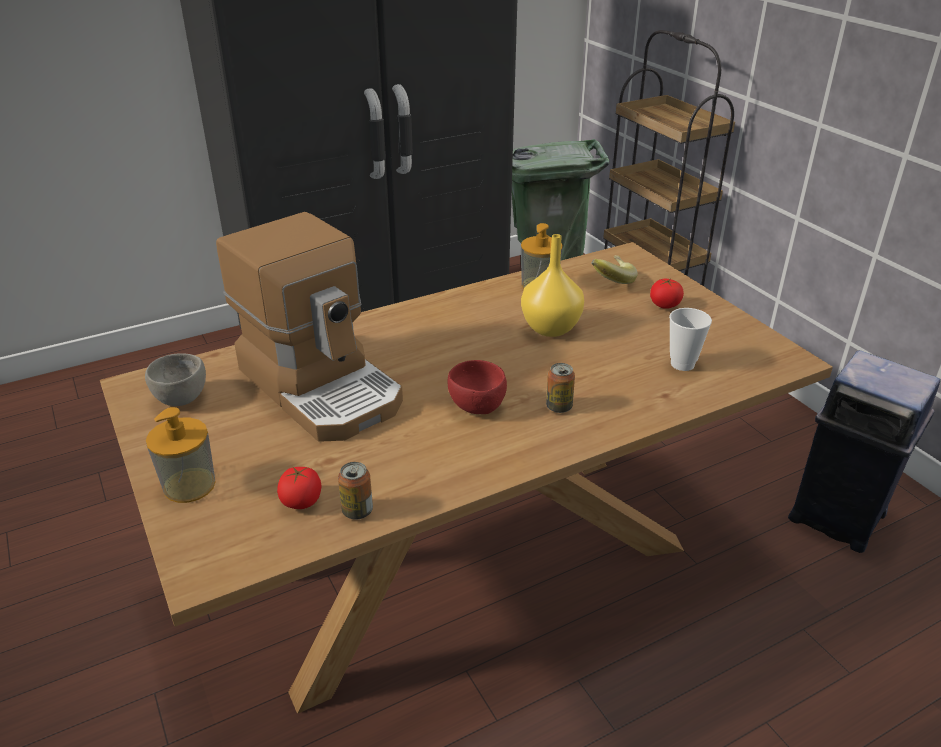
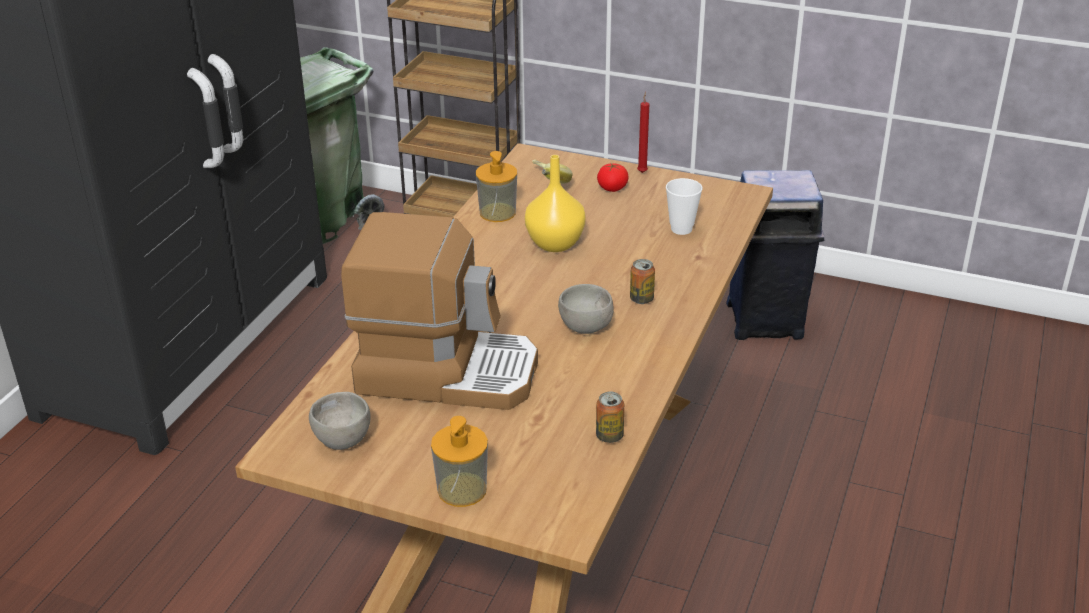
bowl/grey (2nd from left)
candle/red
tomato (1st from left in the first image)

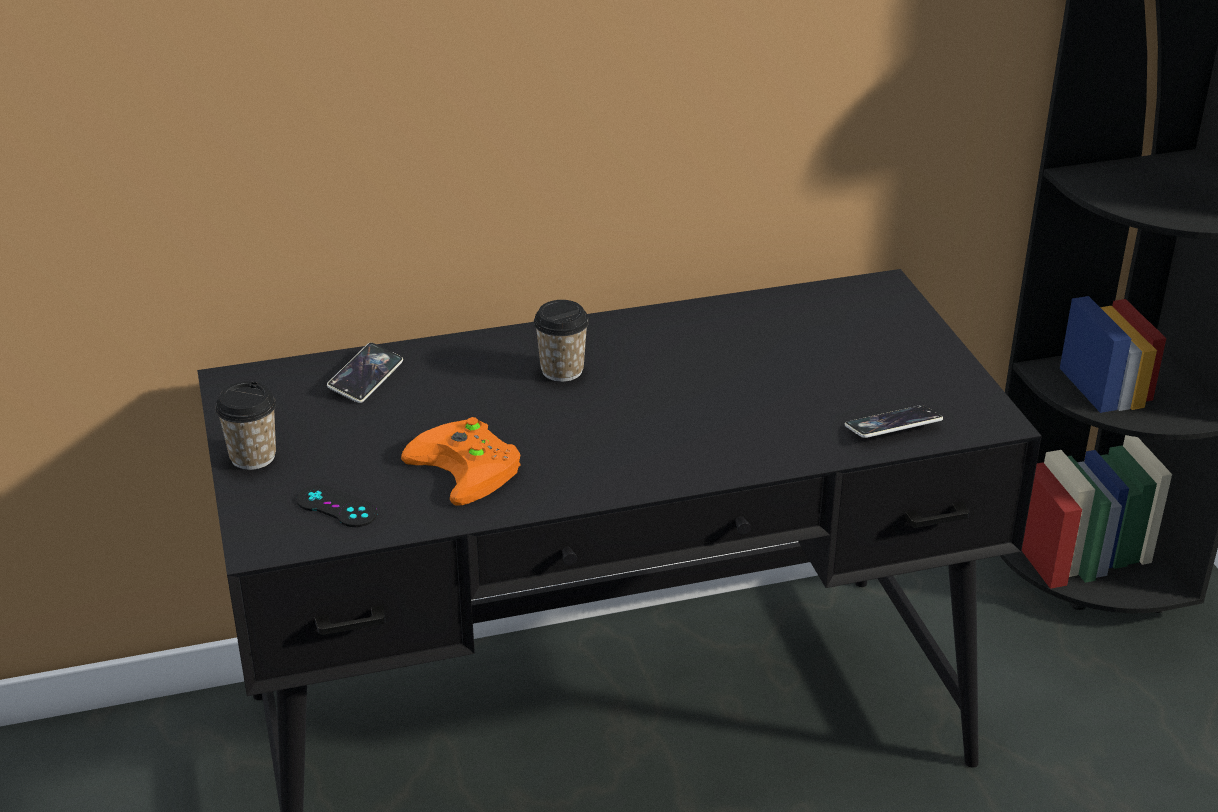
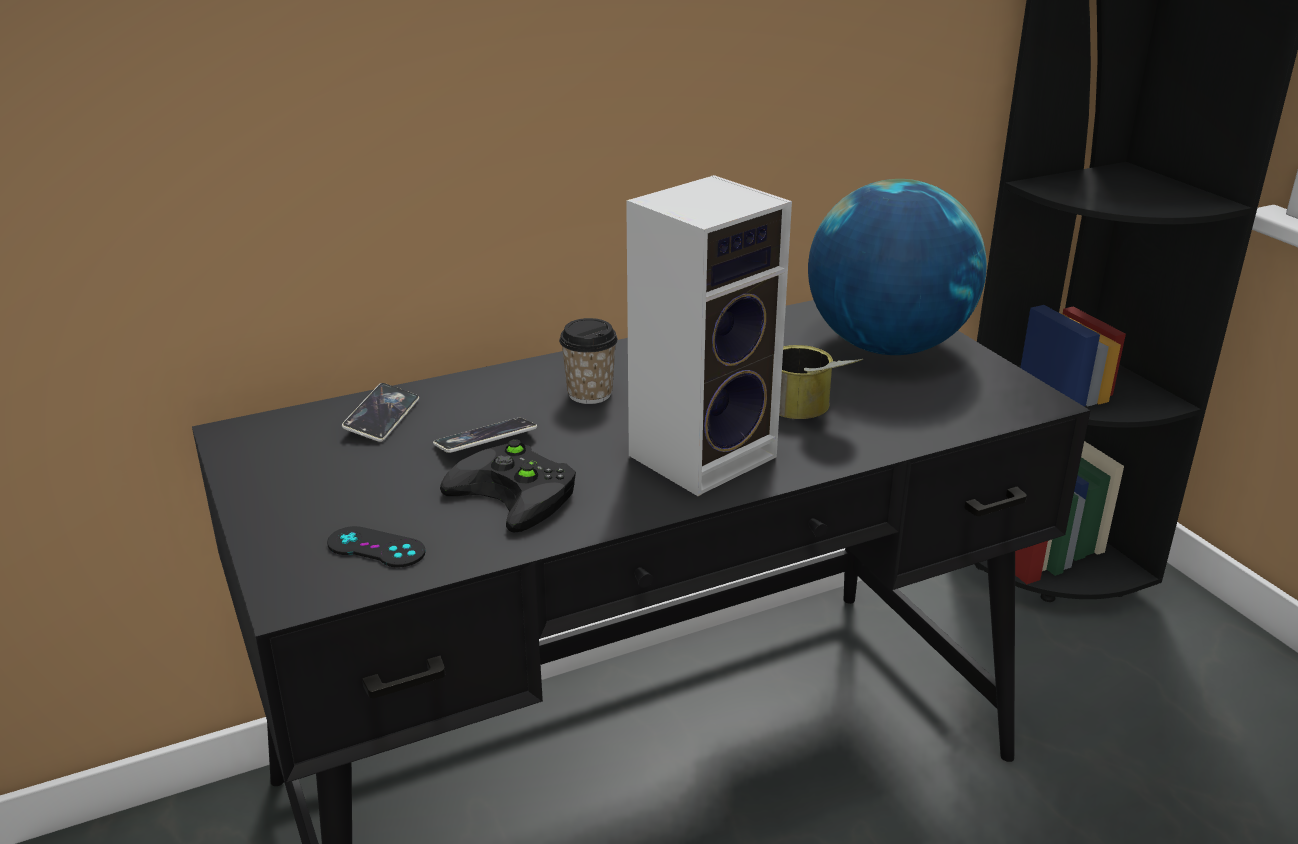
phone (2nd from left)
game controller/black (2nd from left)
speaker
can
globe
cup (1st from left in the first image)

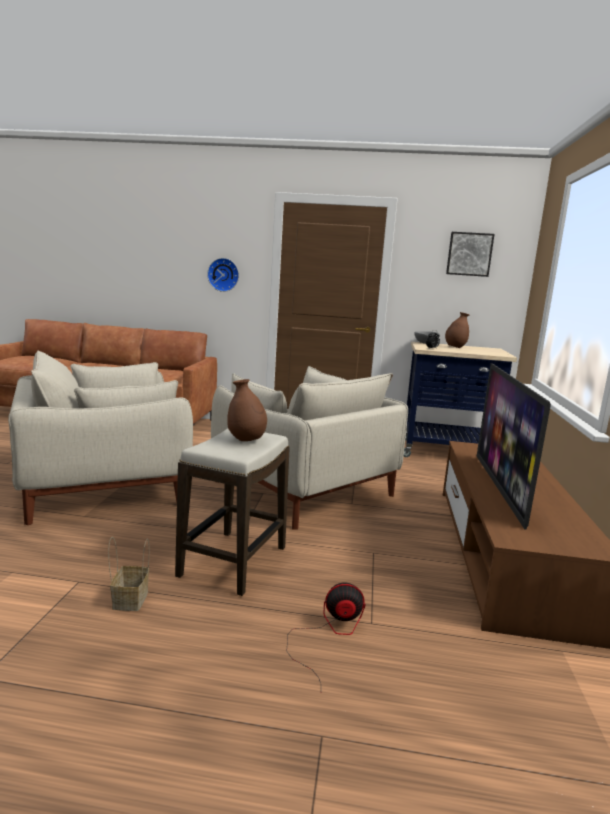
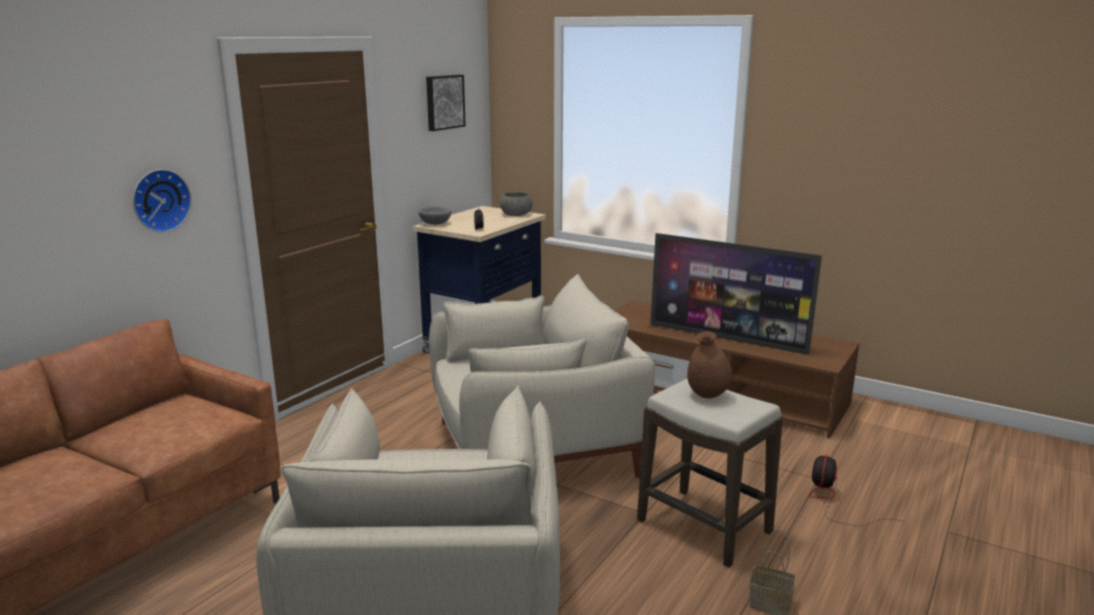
bowl/grey (2nd from left)
vase/brown (2nd from left in the first image)

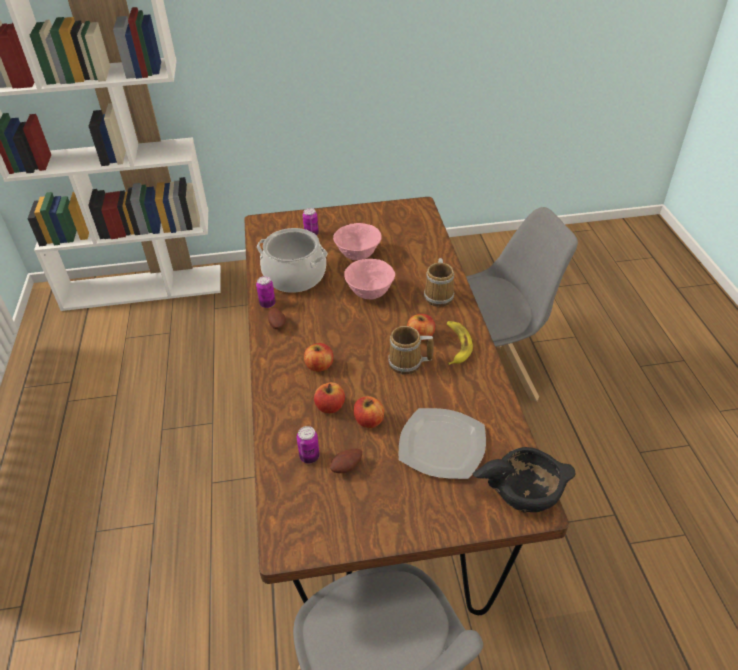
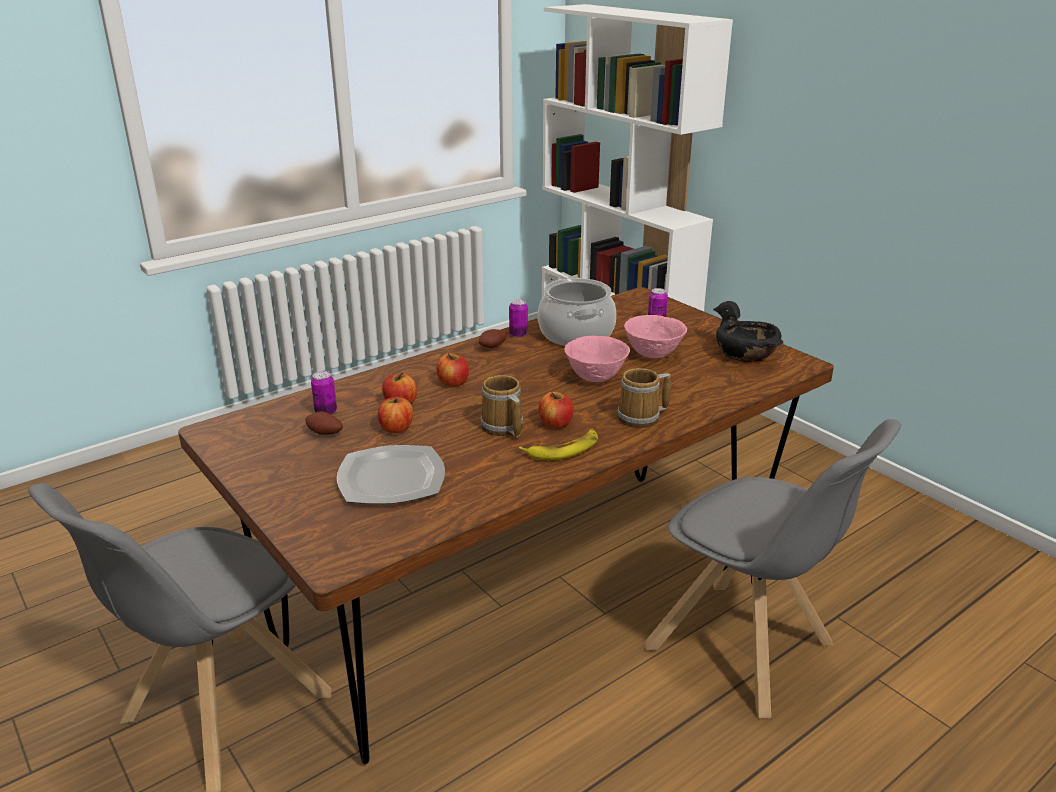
bowl/black

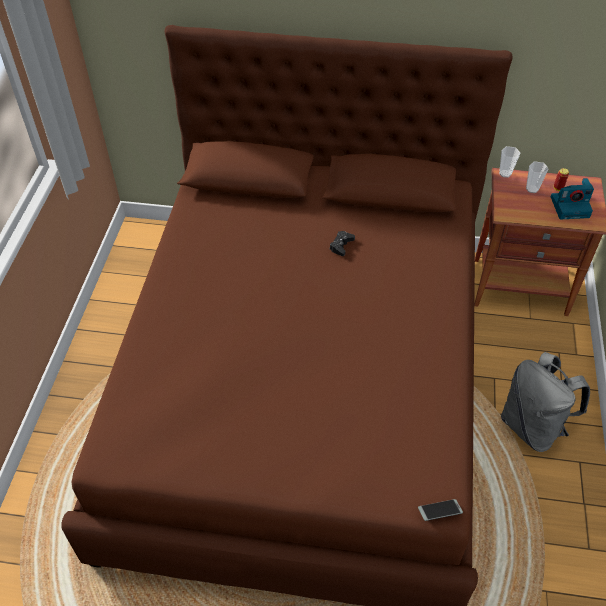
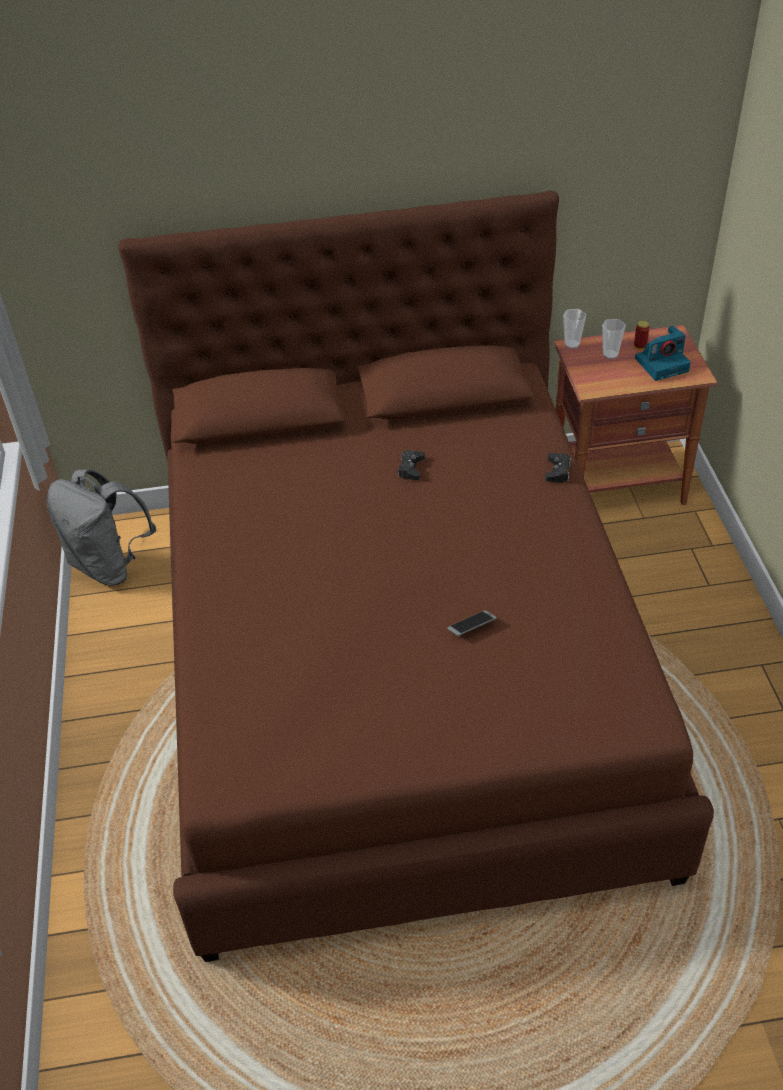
backpack/grey
phone
game controller/black (2nd from left)

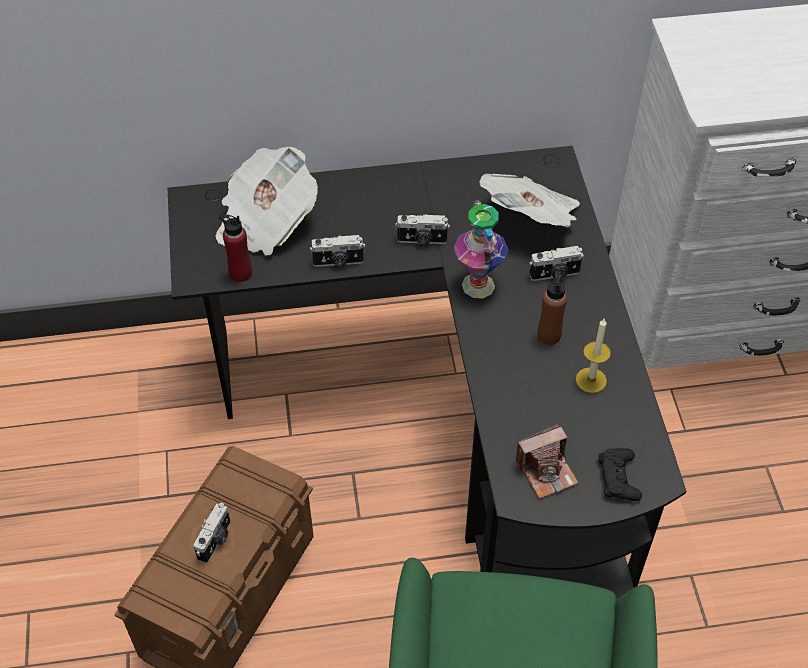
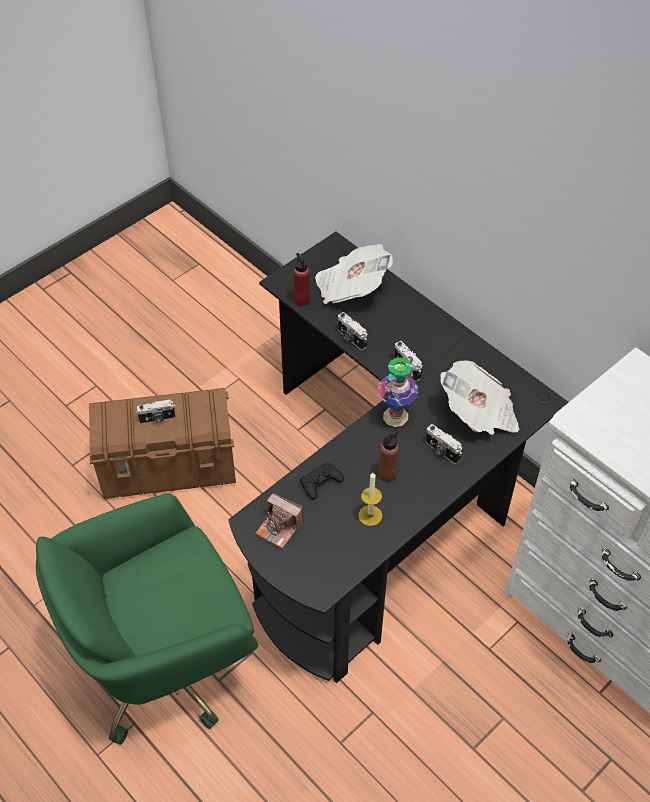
game controller/black

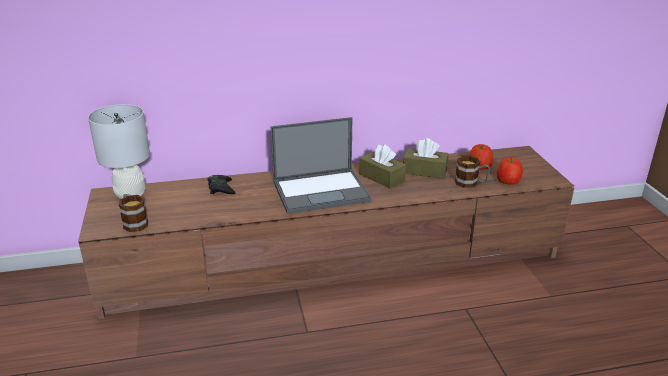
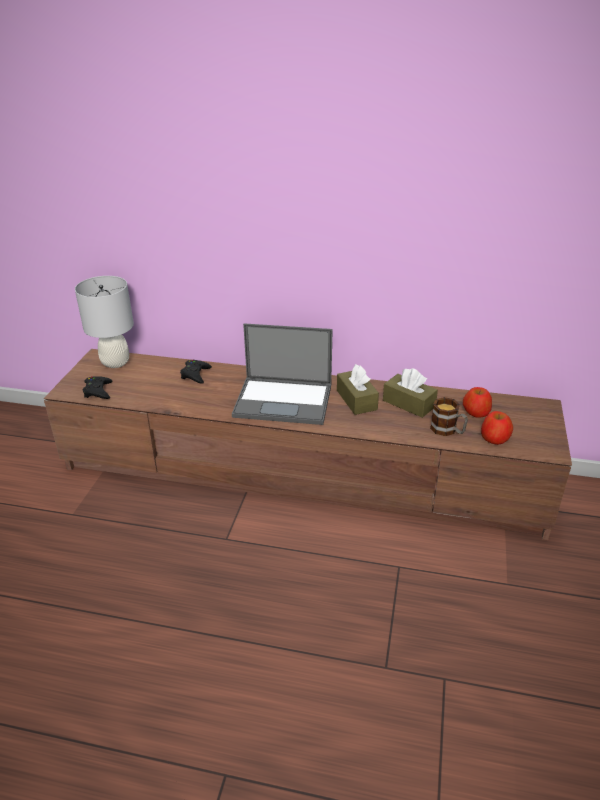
game controller/black (1st from left)

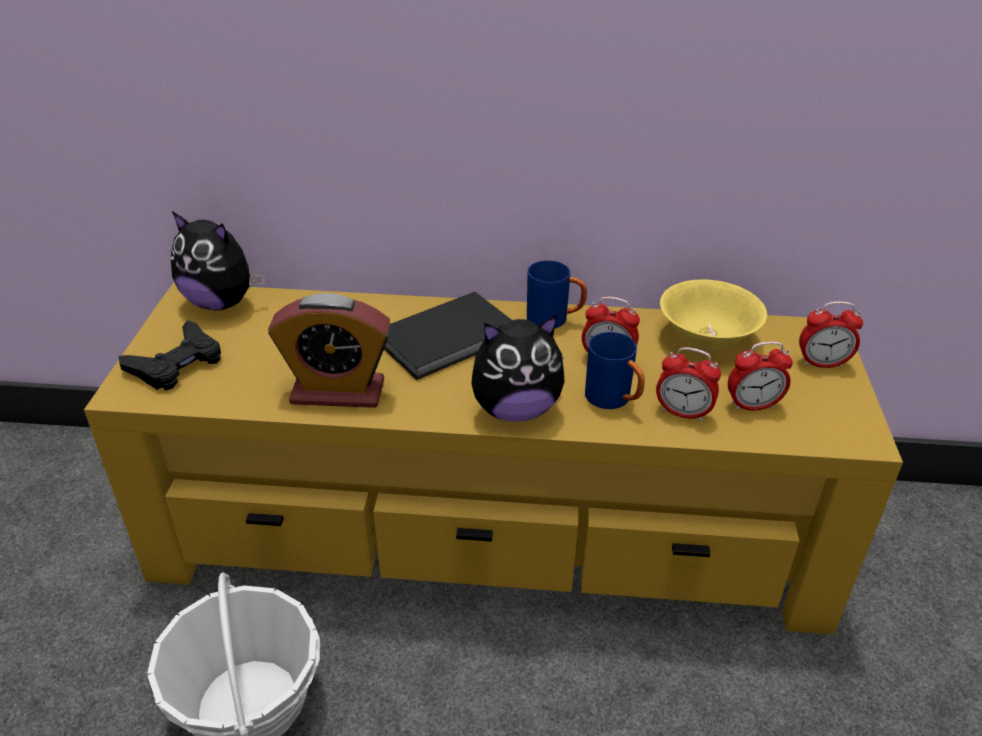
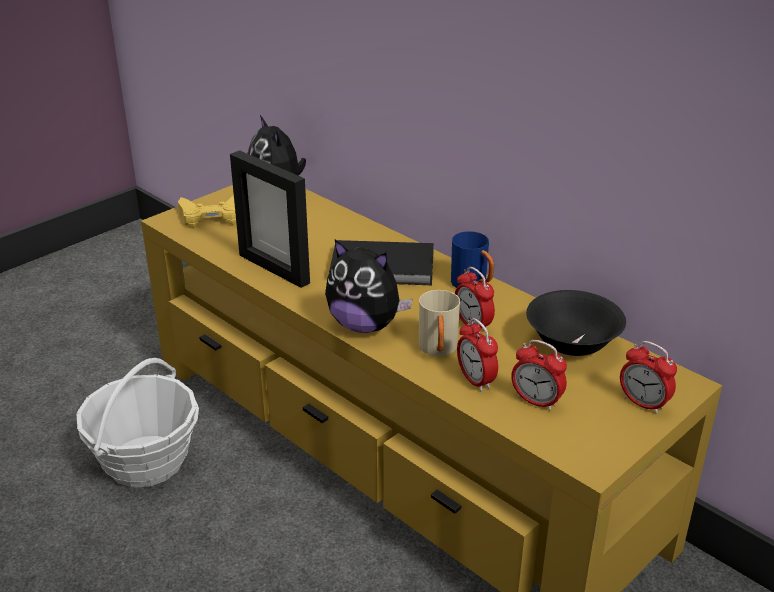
game controller/yellow
picture frame
mug/beige
bowl/black

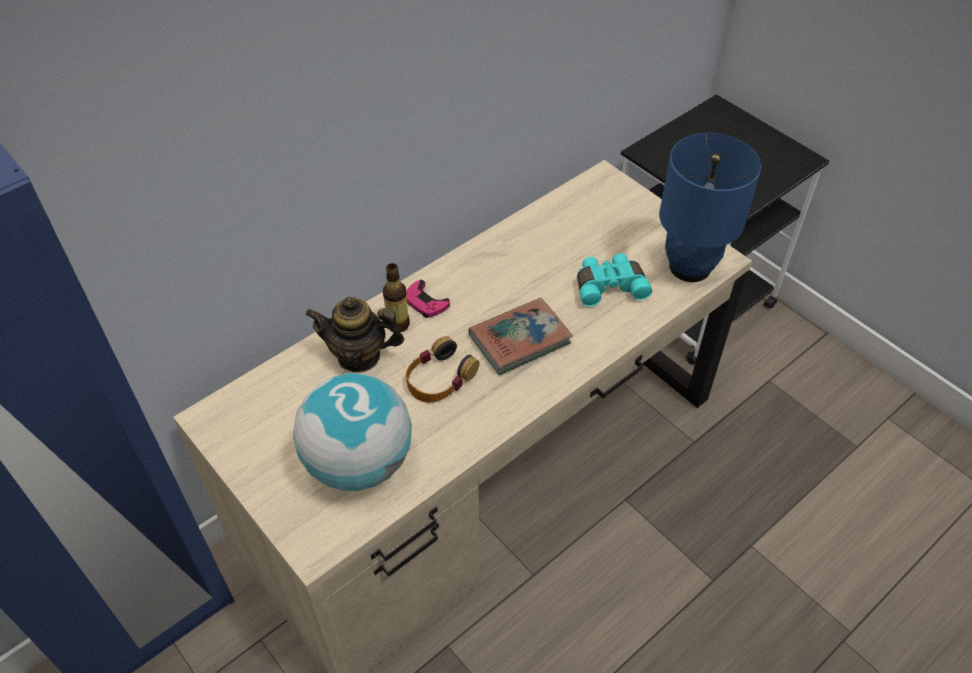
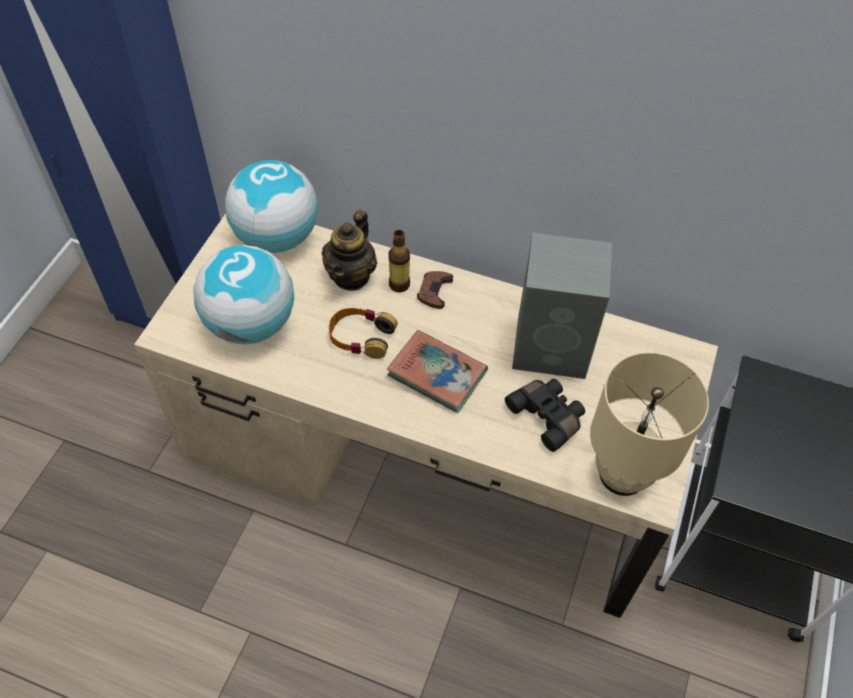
globe (2nd from left)
teapot
game controller/brown
binoculars/black
speaker/grey
table lamp/beige

